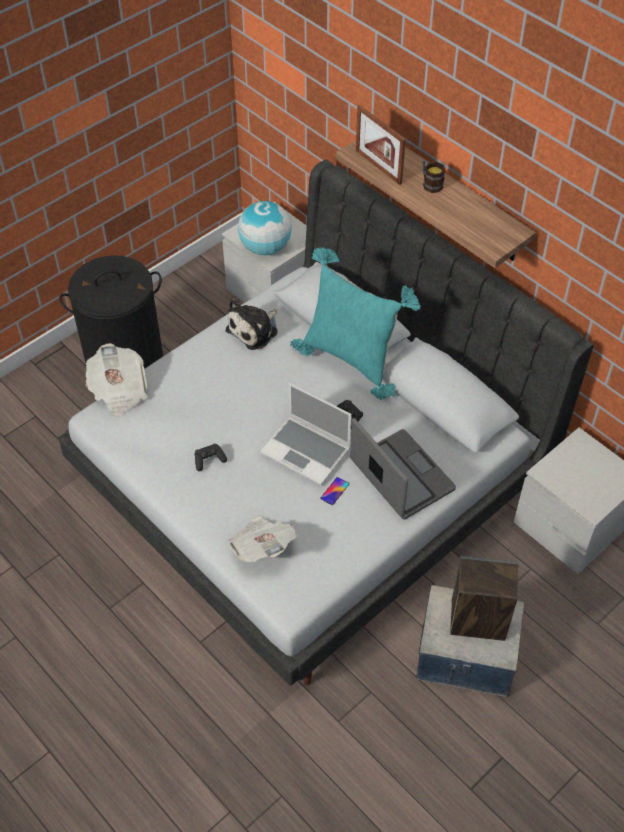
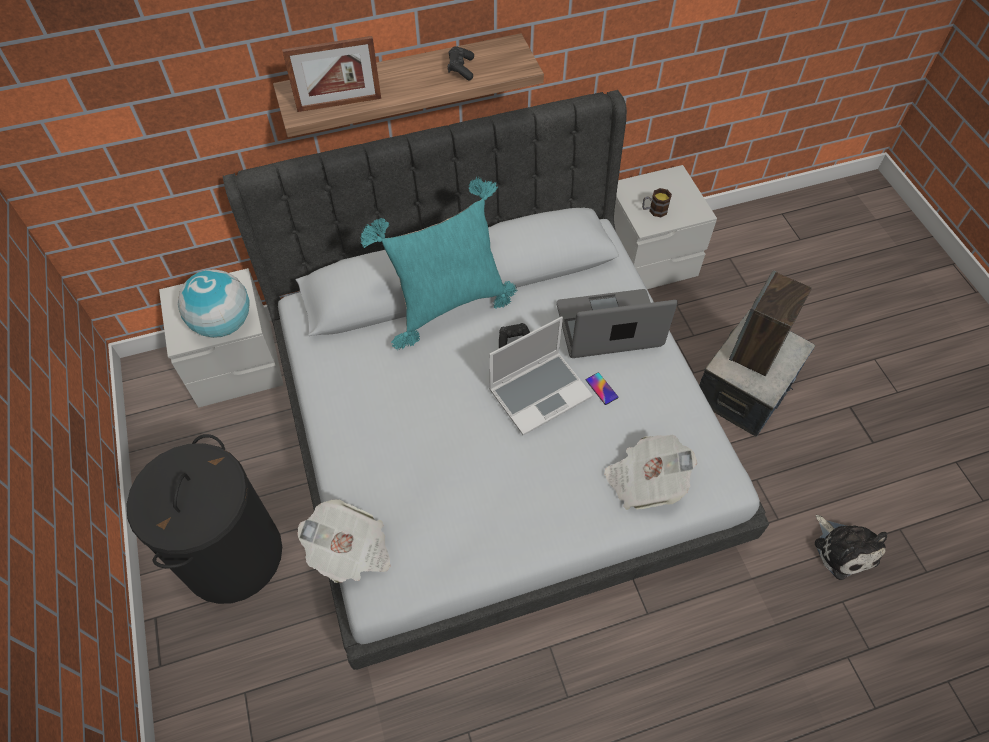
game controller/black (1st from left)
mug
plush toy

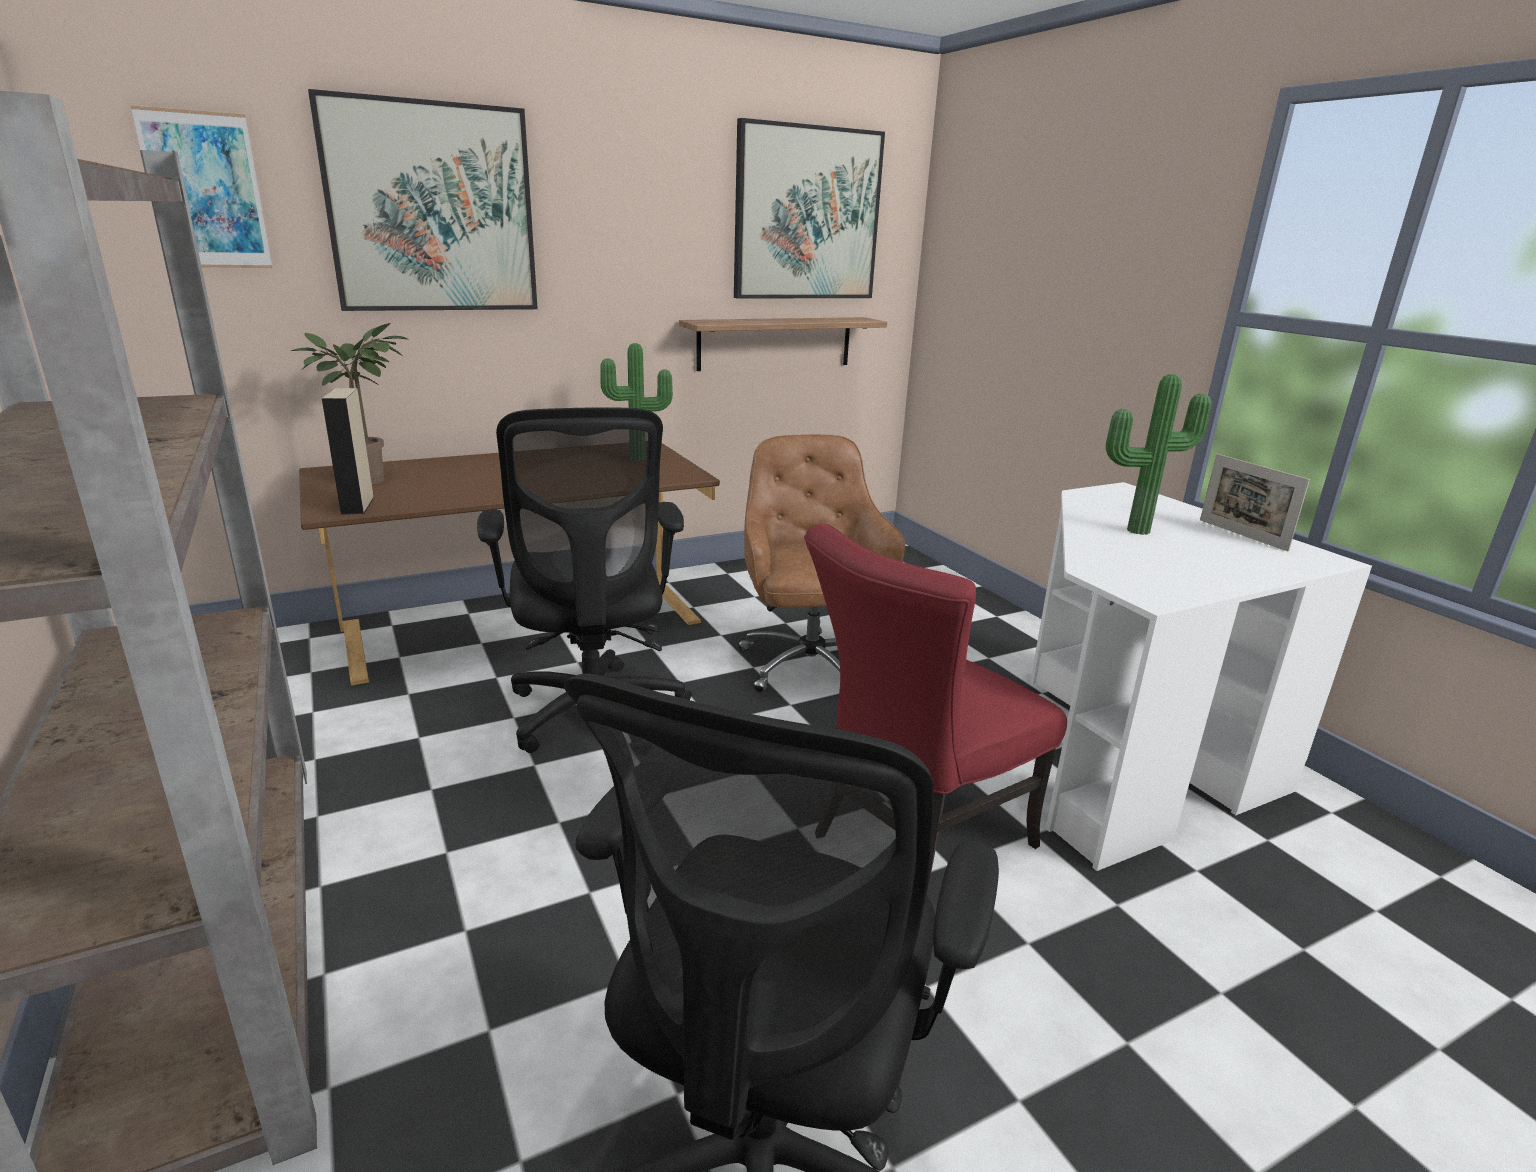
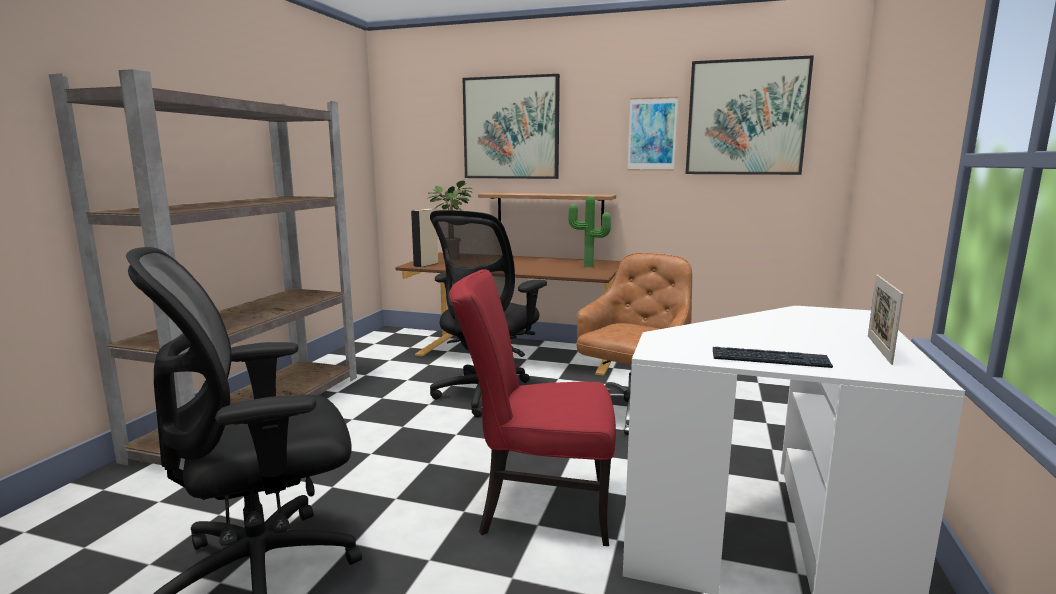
shelf
picture (2nd from left)
keyboard
potted plant (3rd from left in the first image)

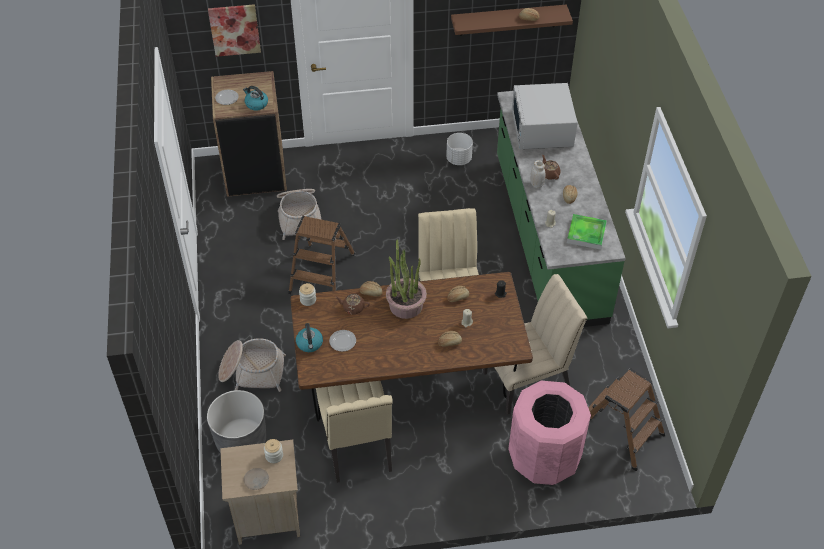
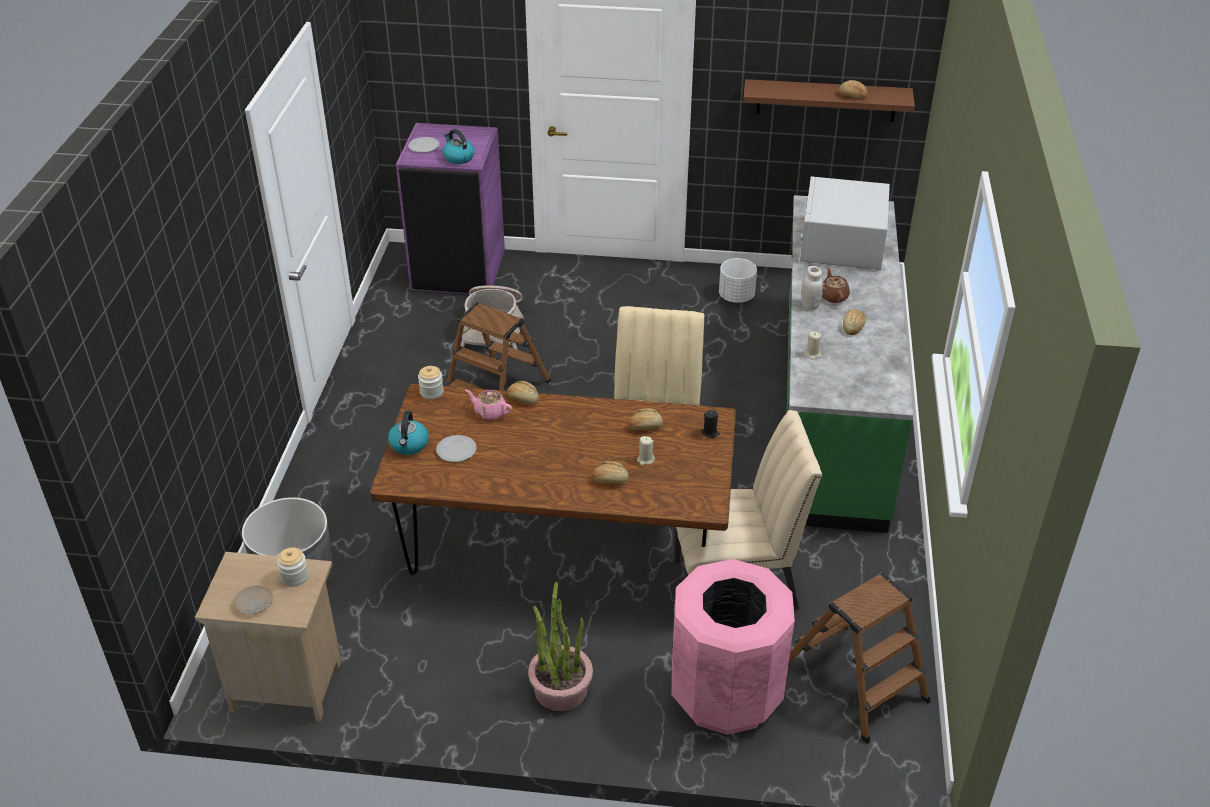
cabinet/purple
teapot/pink
potted plant
picture
basket (1st from left in the first image)
chair/beige (1st from left in the first image)
tray

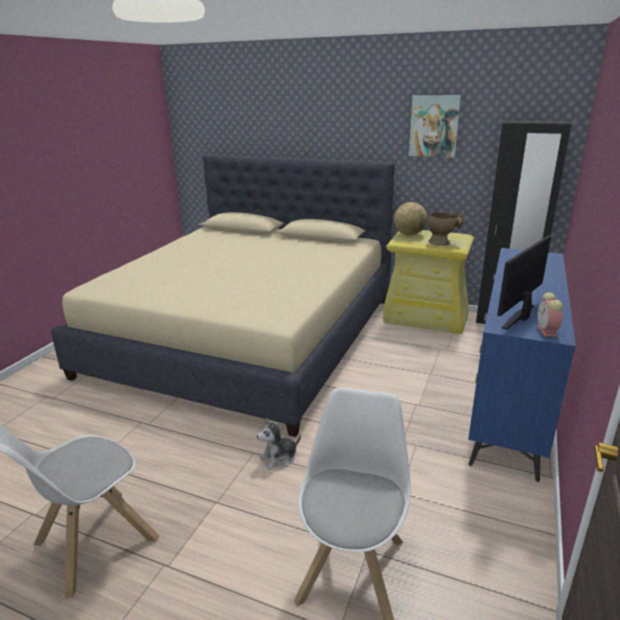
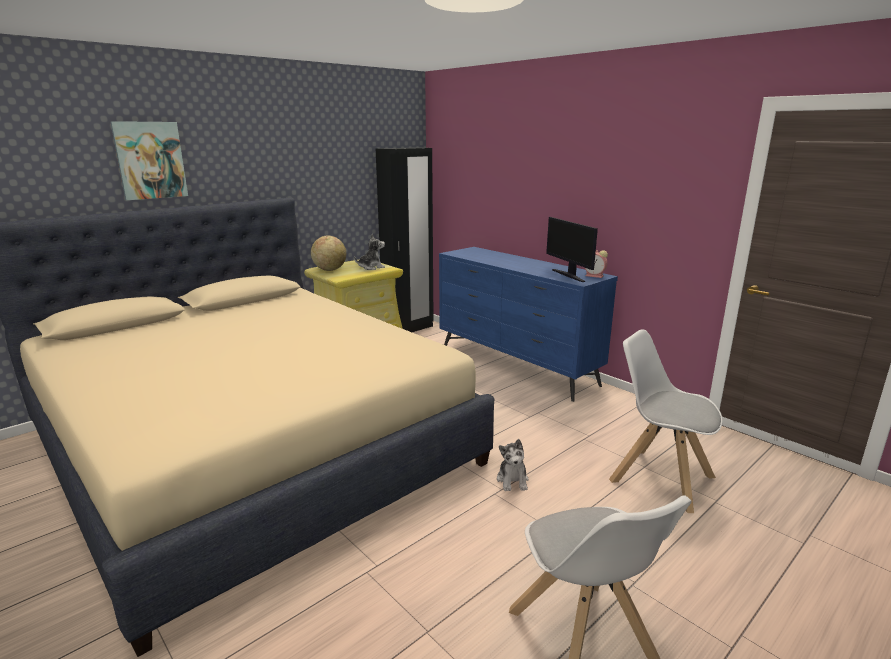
picture
plush toy (1st from left)

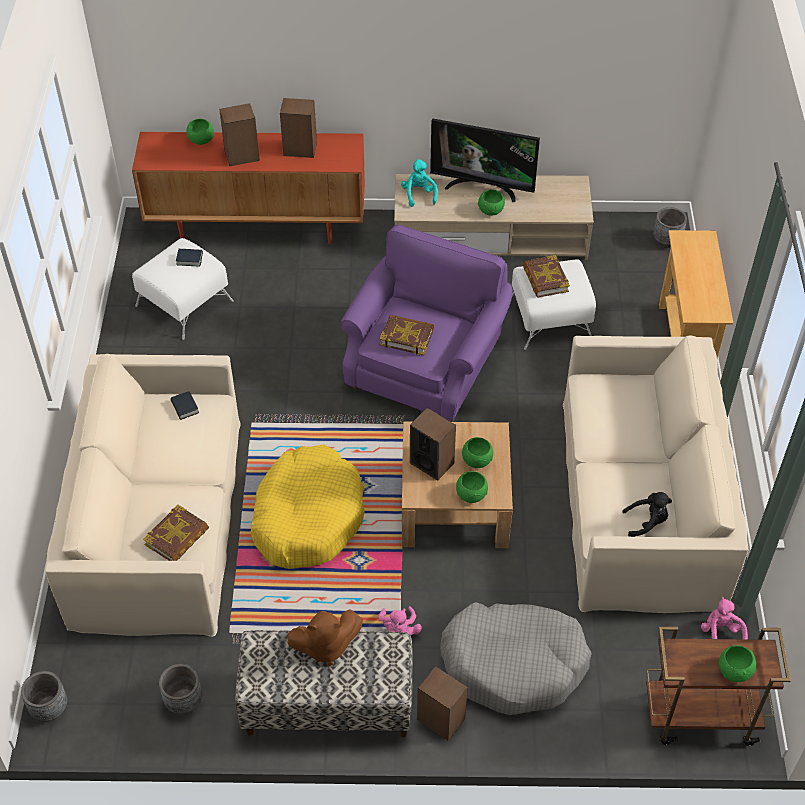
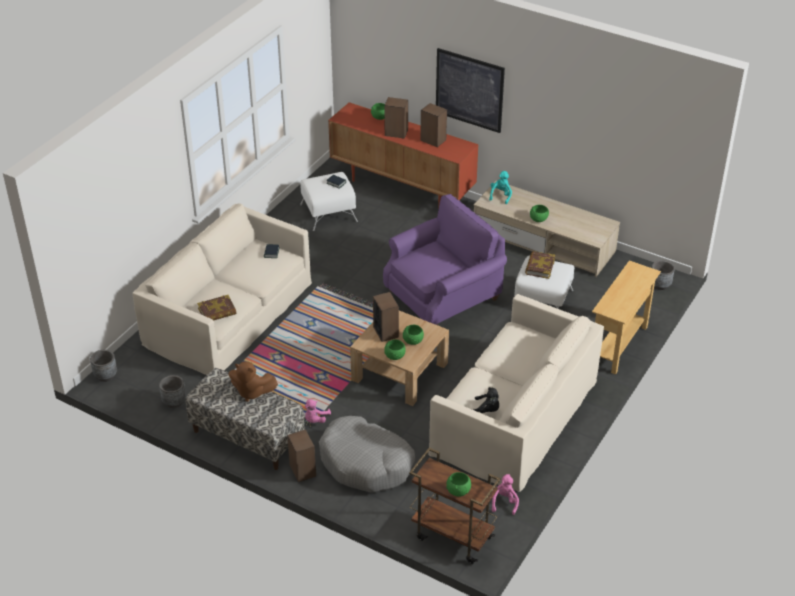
picture
dog bed/yellow
book (4th from left in the first image)
television

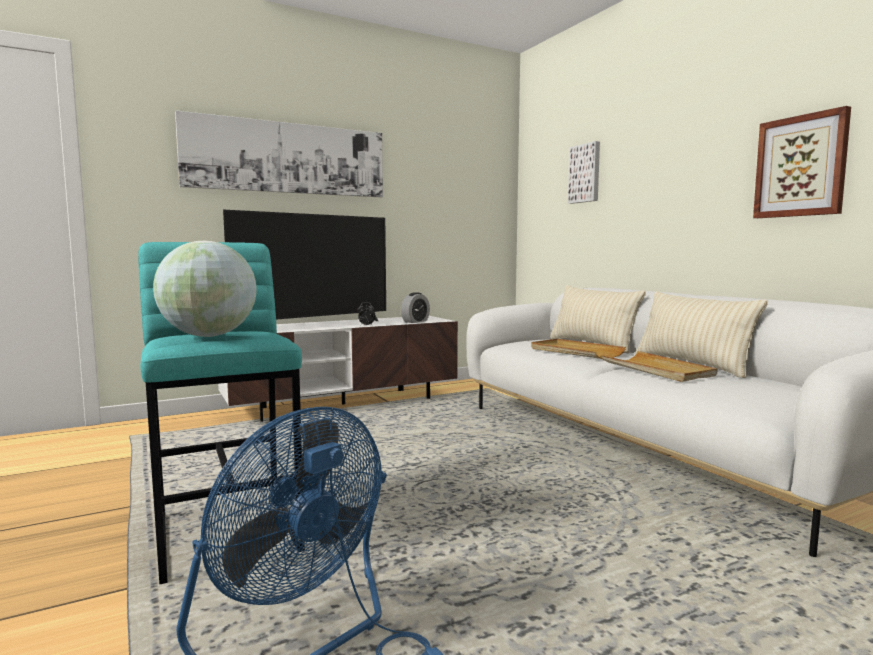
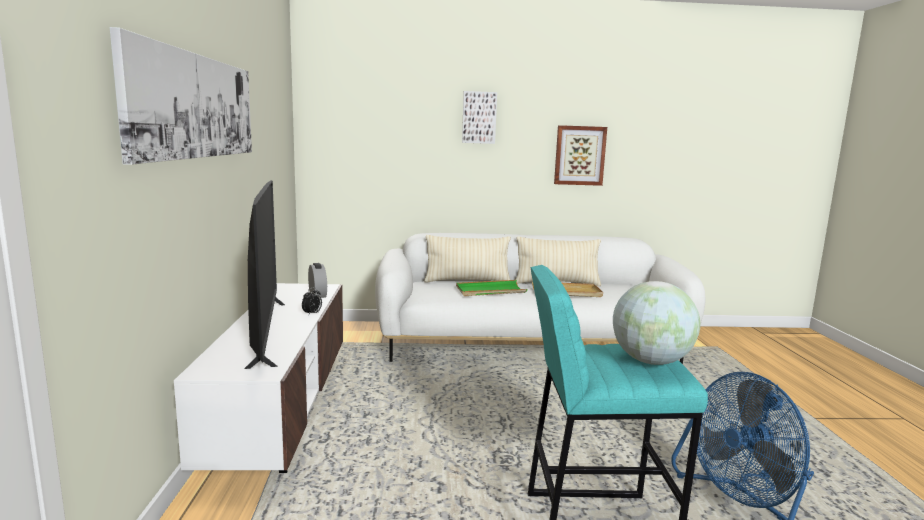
tray/green
picture (2nd from left)

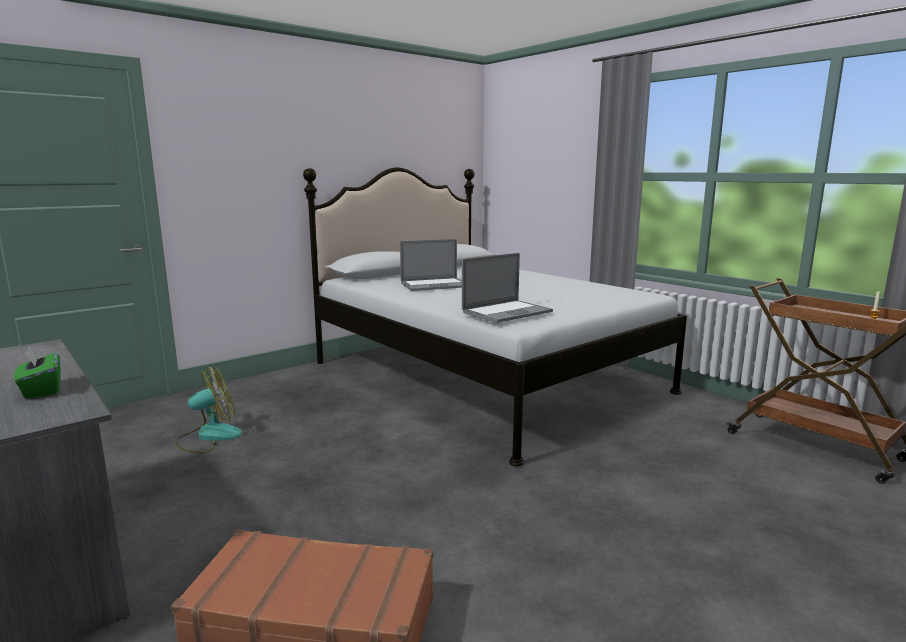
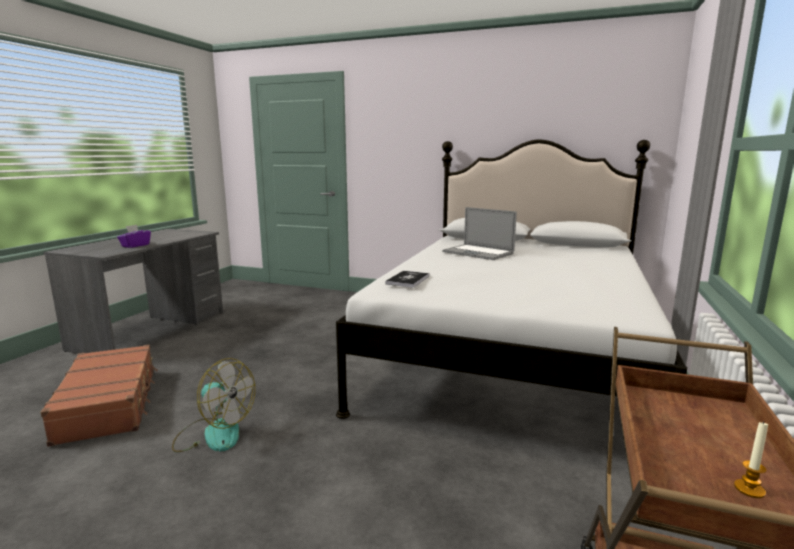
tissue box/purple
fan
book

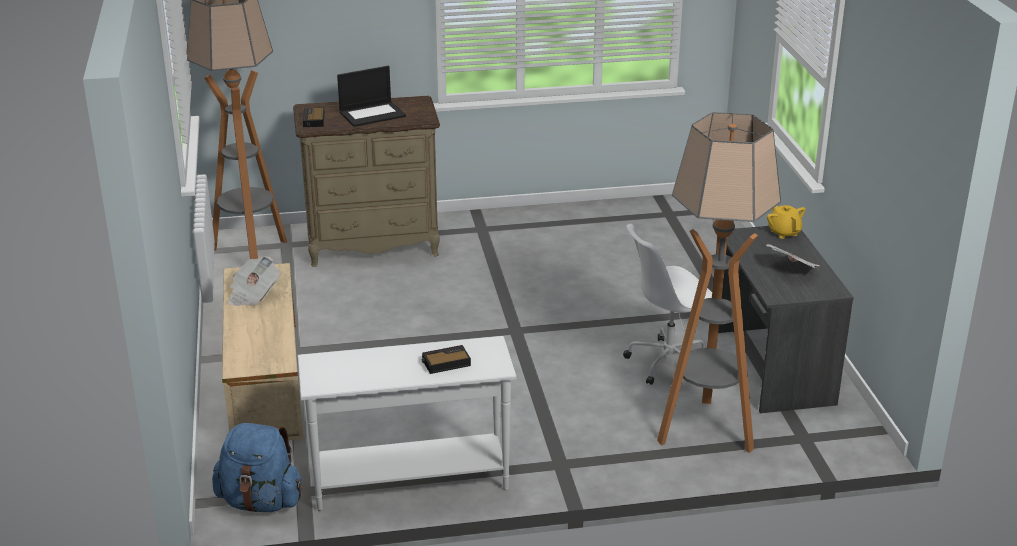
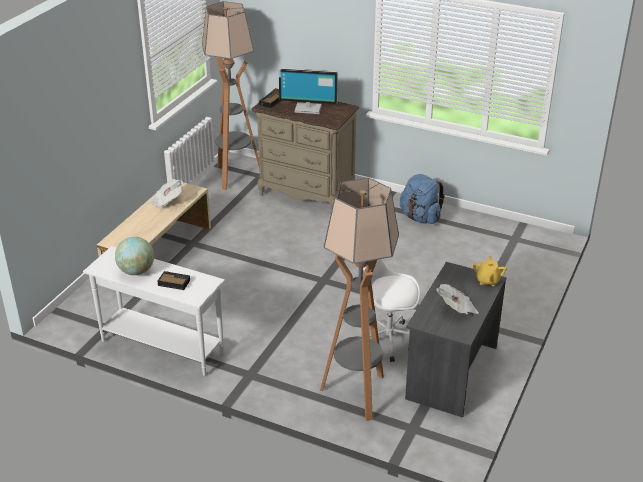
globe
monitor
backpack/blue

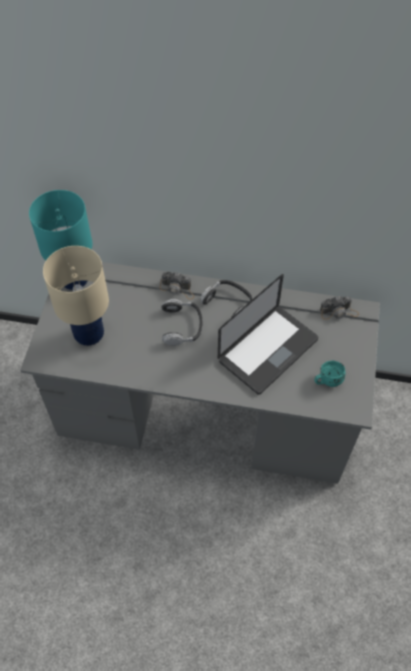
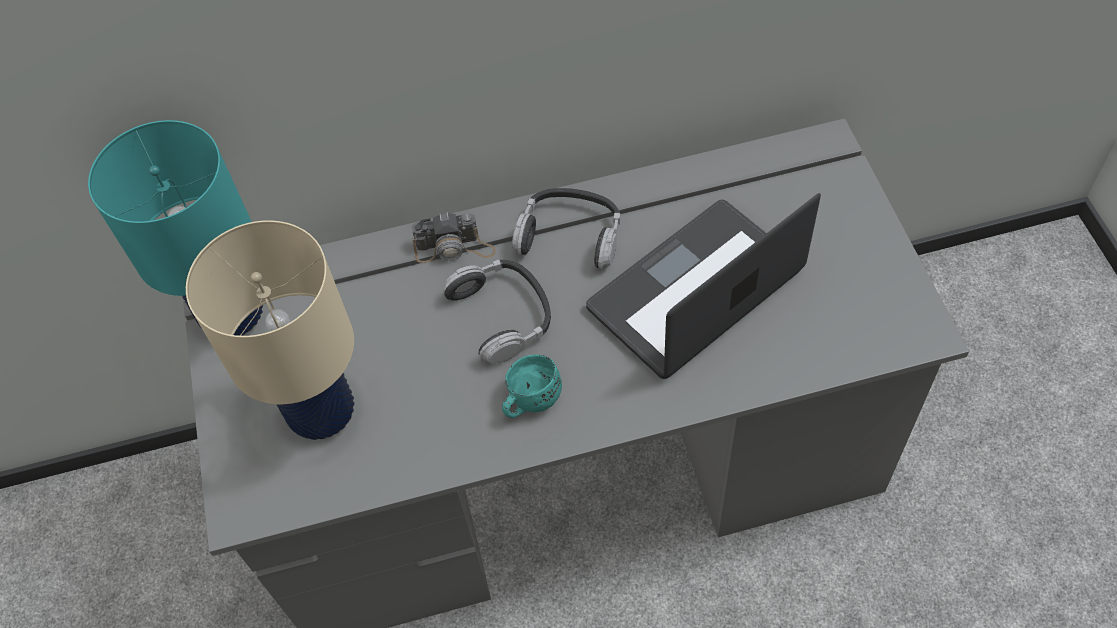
mug/turquoise
laptop
photo camera (2nd from left in the first image)

